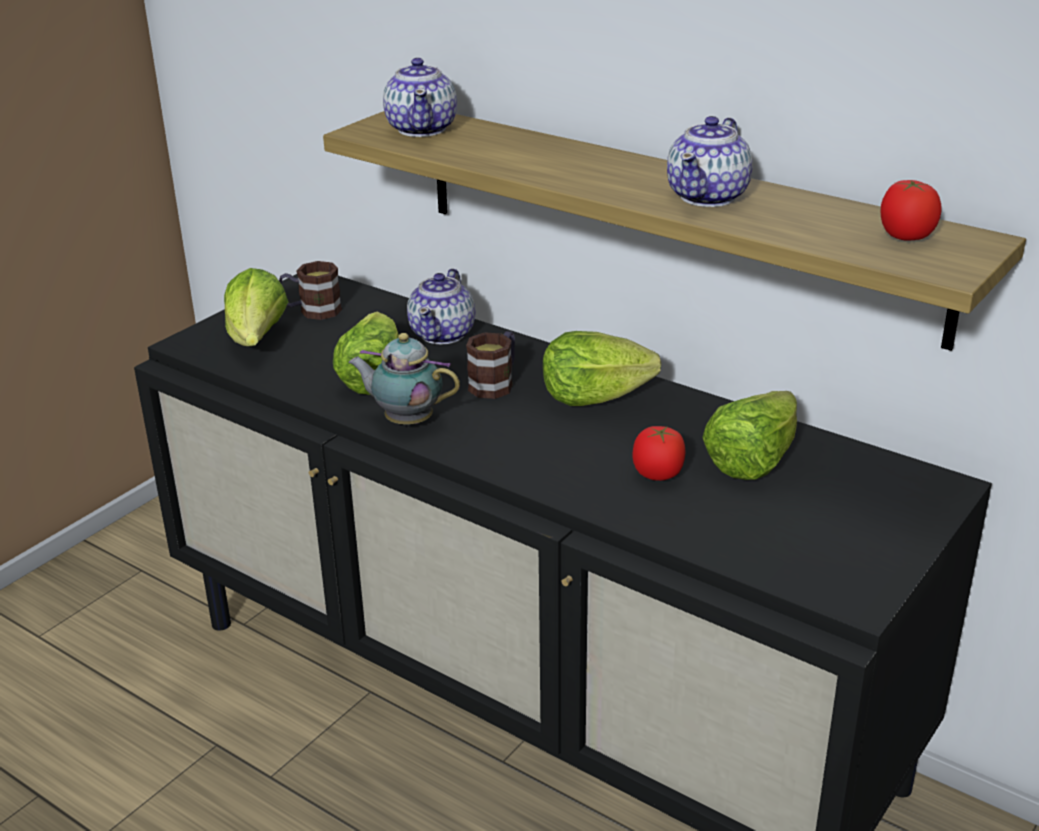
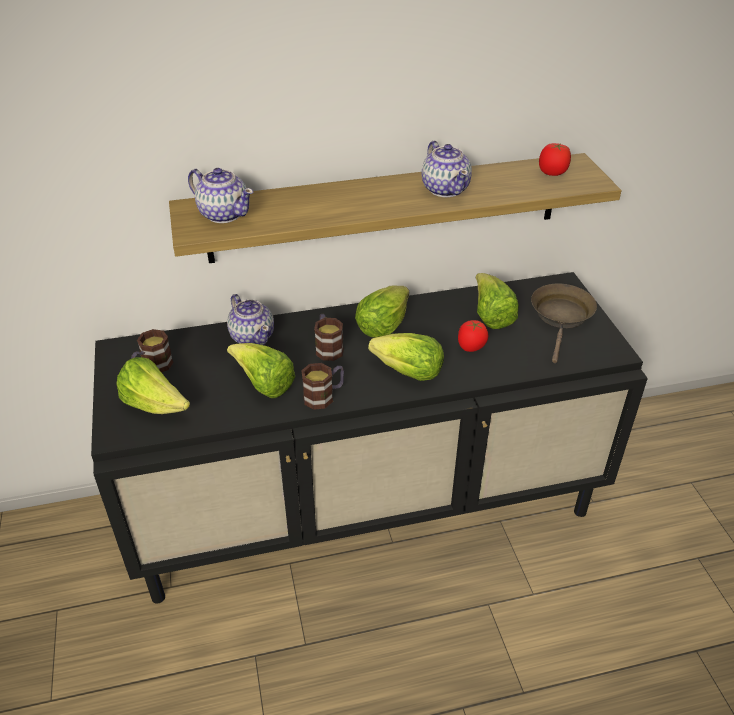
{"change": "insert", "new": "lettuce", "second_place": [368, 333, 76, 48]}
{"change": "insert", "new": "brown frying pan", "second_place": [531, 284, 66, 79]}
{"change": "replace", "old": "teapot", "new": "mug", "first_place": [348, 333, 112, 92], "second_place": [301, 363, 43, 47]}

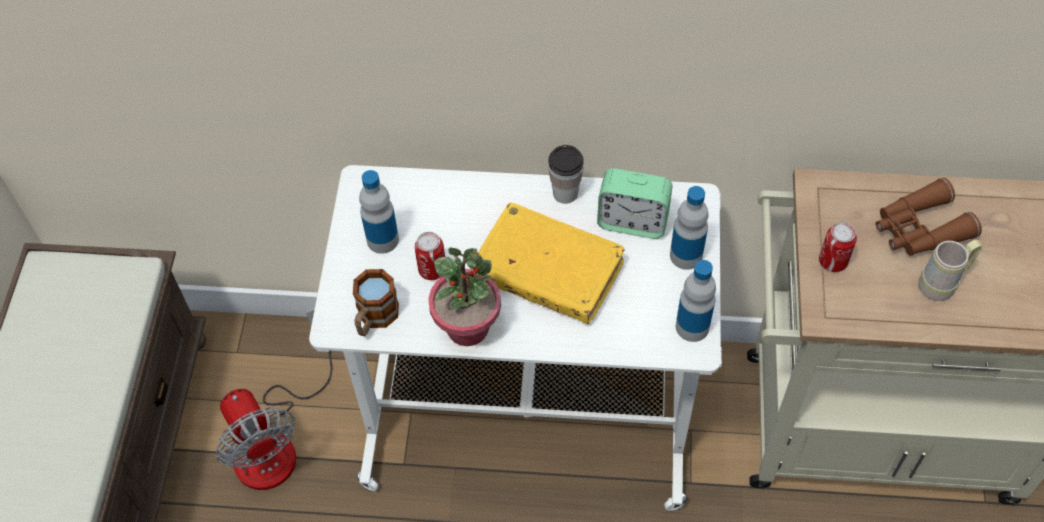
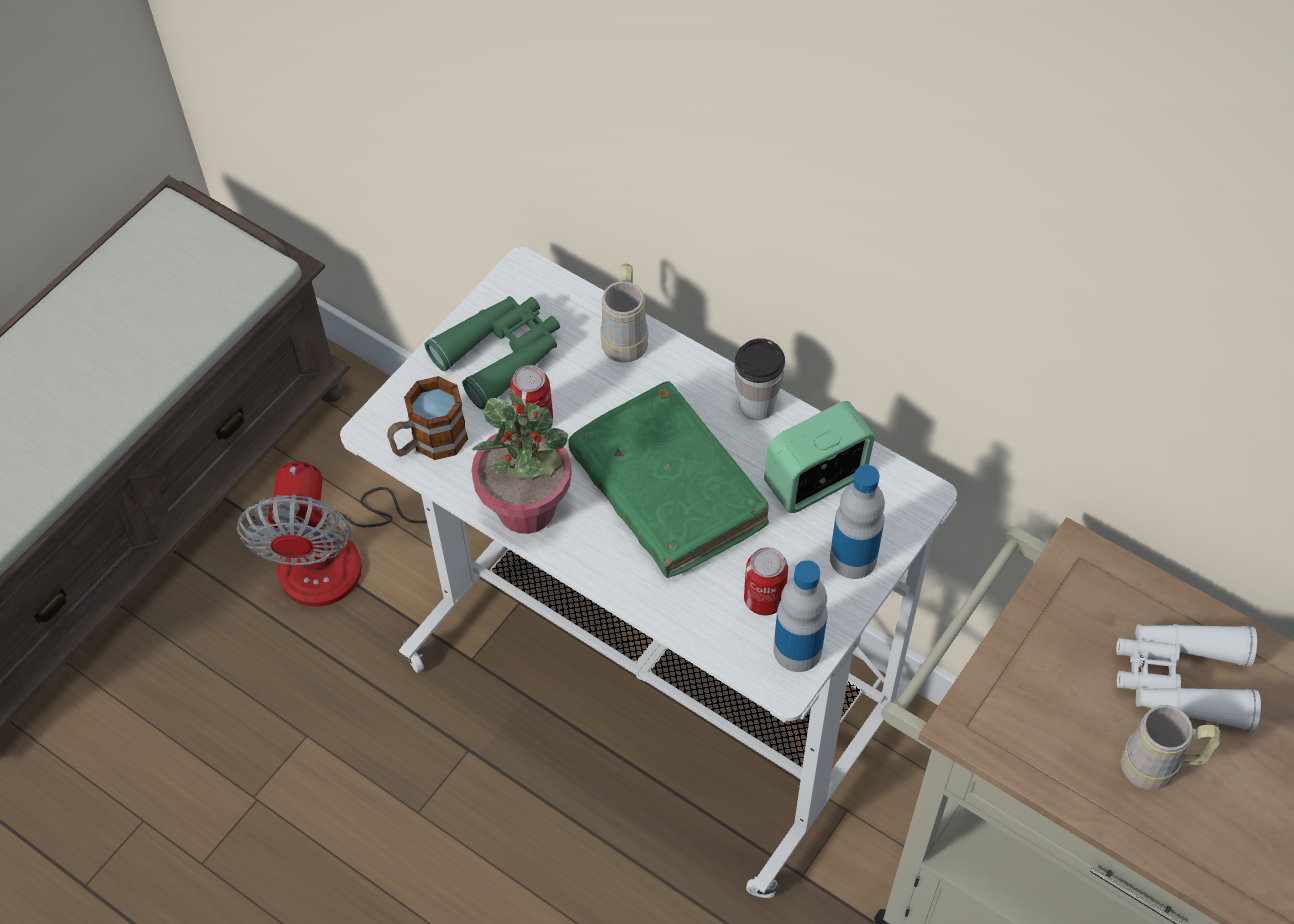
{"change": "insert", "new": "beige mug", "second_place": [600, 264, 49, 99]}
{"change": "move", "old": "can", "first_place": [819, 222, 38, 50], "second_place": [744, 547, 44, 68]}
{"change": "replace", "old": "bottle", "new": "green binoculars", "first_place": [359, 170, 40, 84], "second_place": [424, 296, 136, 114]}
{"change": "recolor", "old": "yellow book", "new": "green book", "first_place": [472, 202, 152, 122], "second_place": [568, 381, 201, 197]}
{"change": "recolor", "old": "brown binoculars", "new": "white binoculars", "first_place": [876, 178, 106, 78], "second_place": [1116, 624, 145, 107]}
{"change": "rotate", "old": "alarm clock", "first_place": [597, 168, 76, 71], "second_place": [764, 401, 111, 112], "degrees": 105}

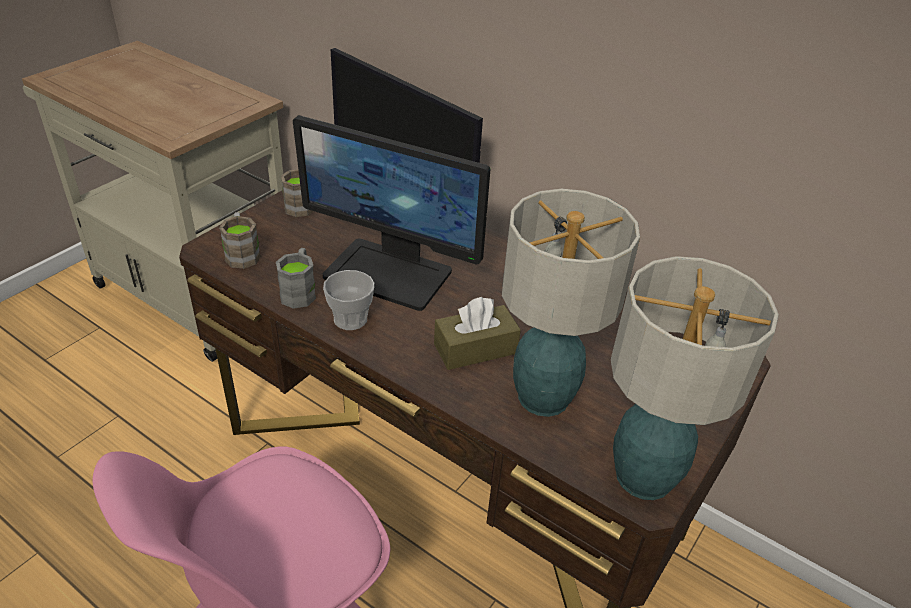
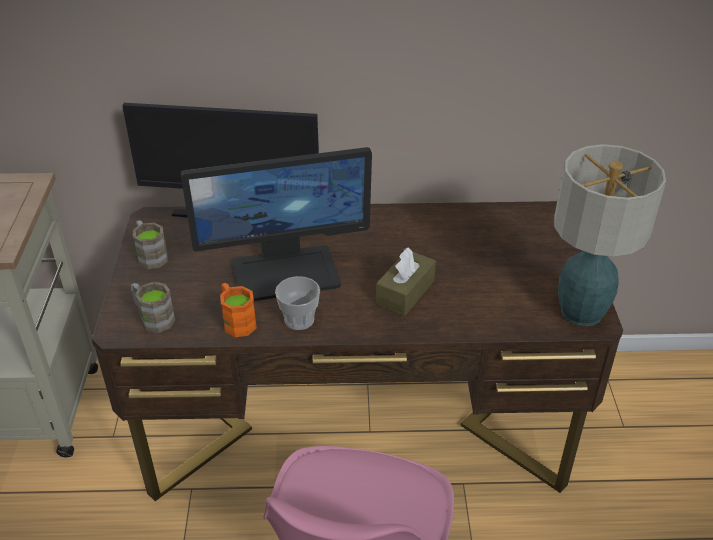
{"change": "delete", "old": "table lamp", "first_place": [502, 189, 138, 228]}
{"change": "recolor", "old": "grey mug", "new": "orange mug", "first_place": [276, 248, 40, 61], "second_place": [220, 283, 37, 54]}

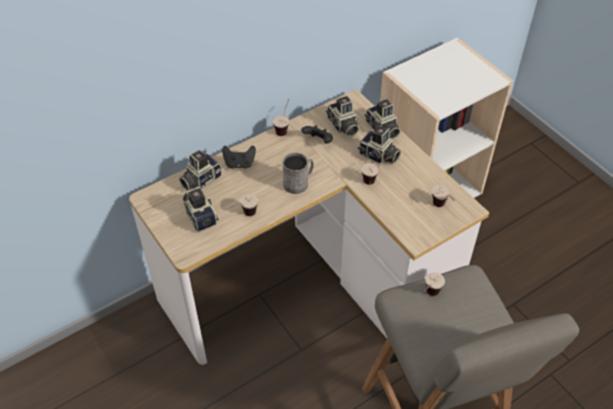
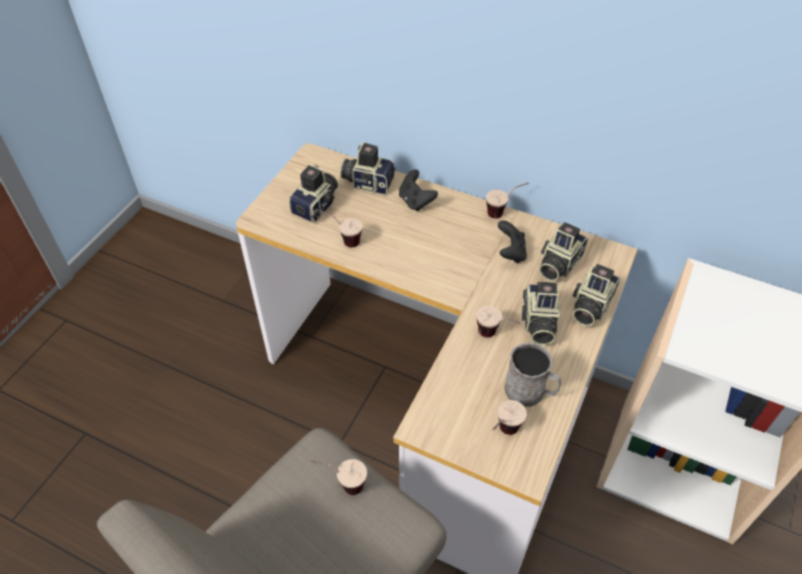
{"change": "move", "old": "grey mug", "first_place": [282, 152, 32, 42], "second_place": [504, 343, 57, 64]}

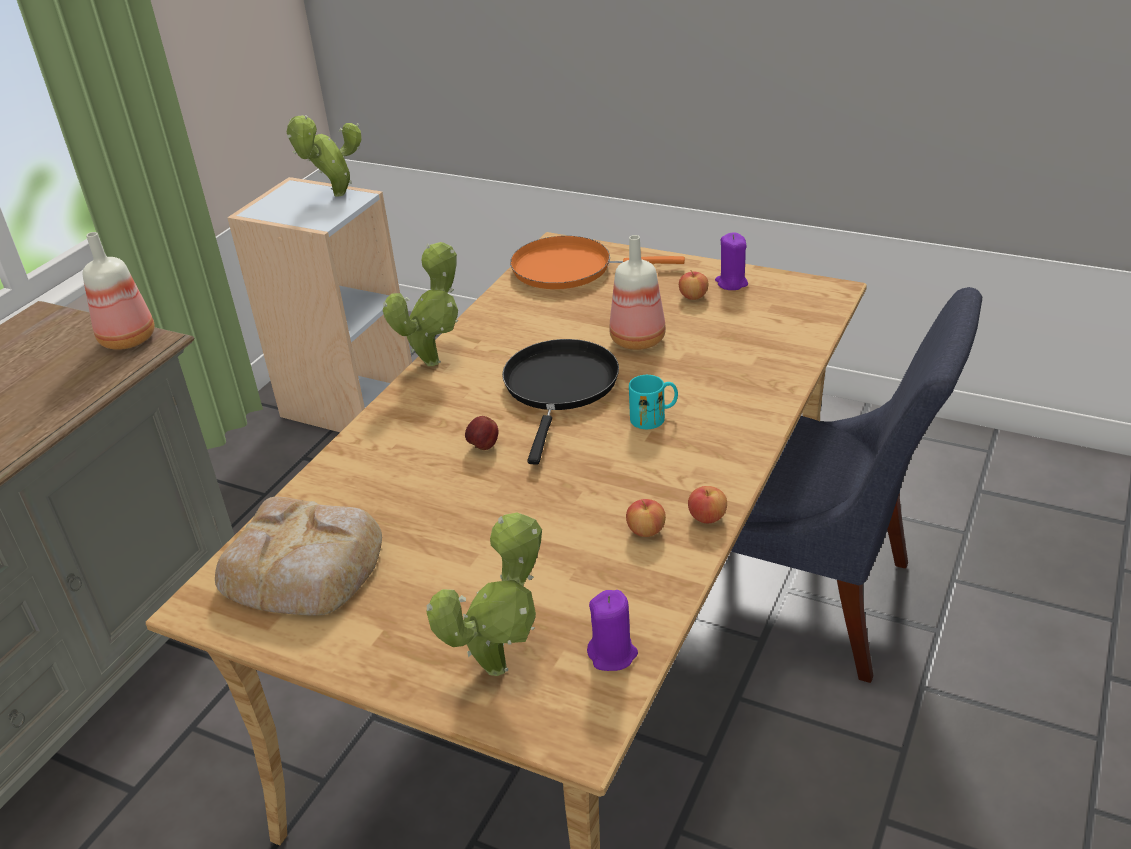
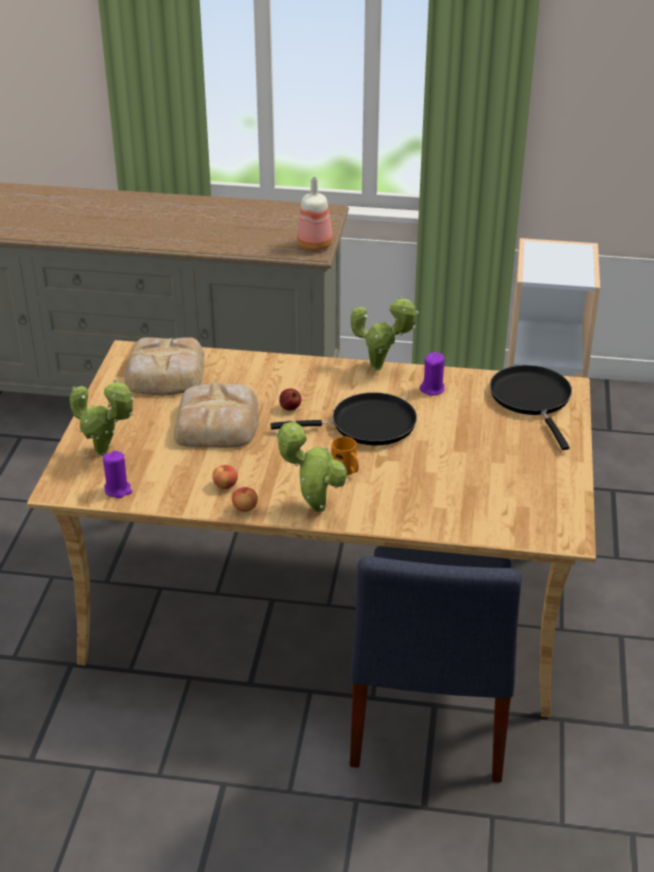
{"change": "delete", "old": "bottle", "first_place": [609, 235, 57, 115]}
{"change": "delete", "old": "apple", "first_place": [679, 271, 29, 29]}
{"change": "insert", "new": "bread", "second_place": [174, 382, 85, 65]}
{"change": "move", "old": "potted plant", "first_place": [286, 115, 76, 82], "second_place": [275, 420, 72, 92]}
{"change": "move", "old": "purple candle", "first_place": [715, 233, 33, 57], "second_place": [420, 352, 25, 44]}
{"change": "recolor", "old": "orange frying pan", "new": "black frying pan", "first_place": [510, 236, 175, 53], "second_place": [490, 365, 82, 85]}
{"change": "recolor", "old": "turquoise mug", "new": "orange mug", "first_place": [629, 375, 49, 54], "second_place": [331, 436, 28, 39]}

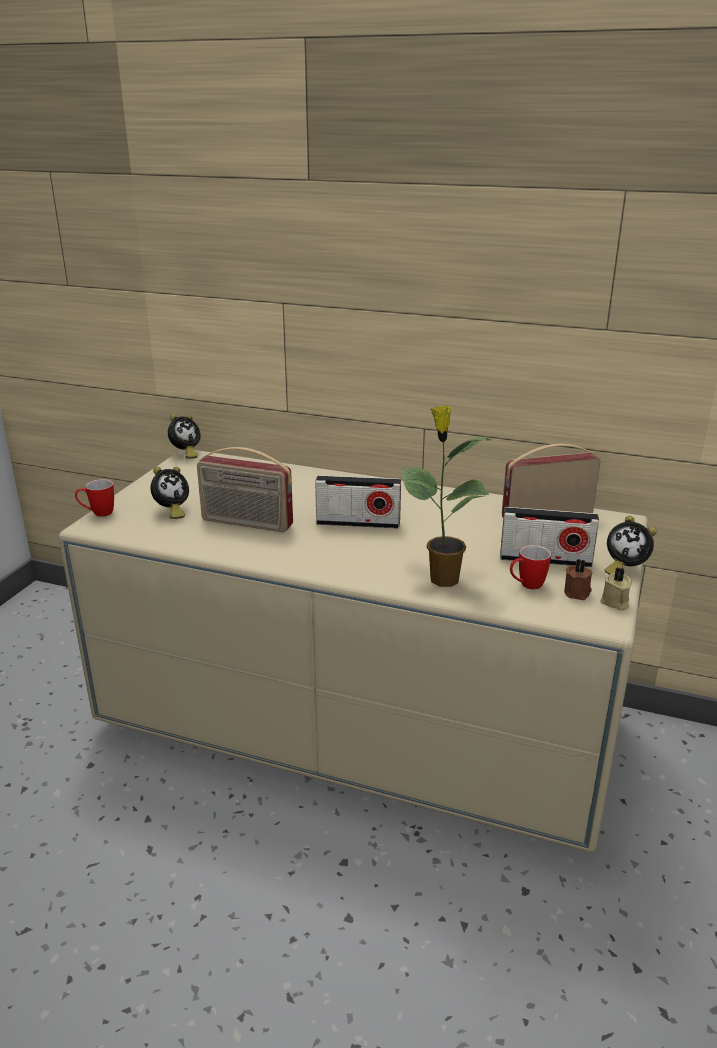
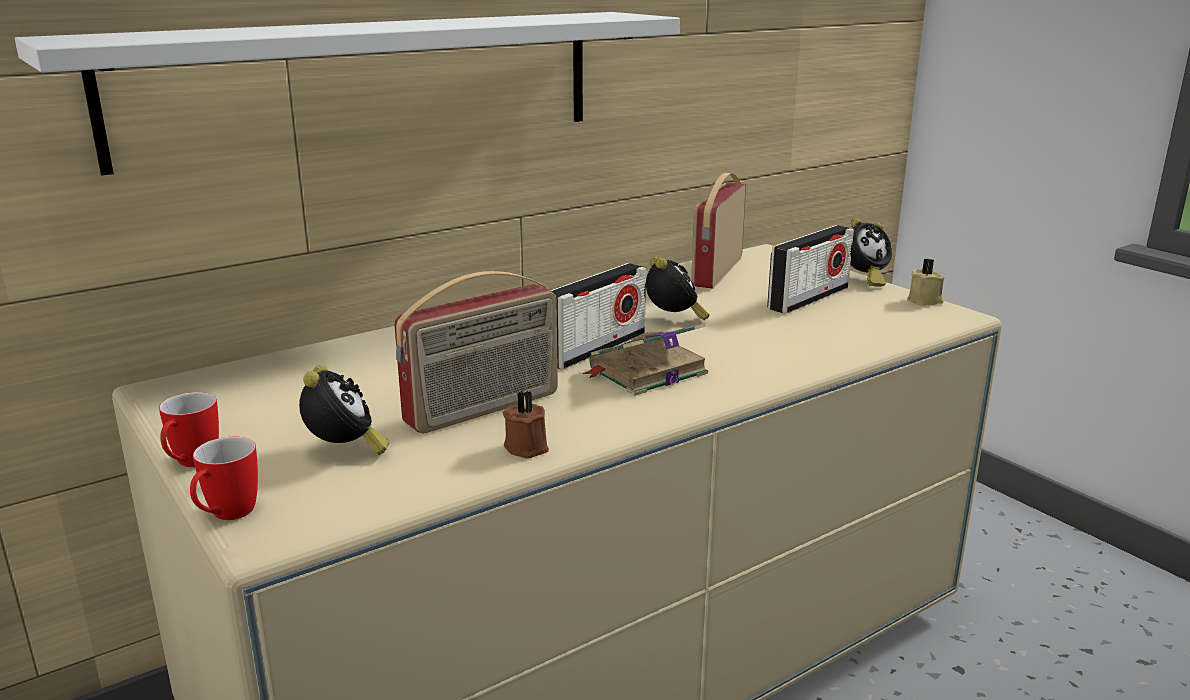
{"change": "delete", "old": "potted plant", "first_place": [402, 406, 88, 181]}
{"change": "insert", "new": "white shelf", "second_place": [15, 12, 665, 163]}
{"change": "insert", "new": "book", "second_place": [583, 323, 125, 73]}
{"change": "move", "old": "alarm clock", "first_place": [168, 414, 33, 45], "second_place": [646, 257, 64, 63]}
{"change": "move", "old": "mug", "first_place": [510, 545, 41, 44], "second_place": [159, 392, 60, 75]}
{"change": "move", "old": "brown candle", "first_place": [564, 559, 29, 41], "second_place": [503, 391, 46, 68]}

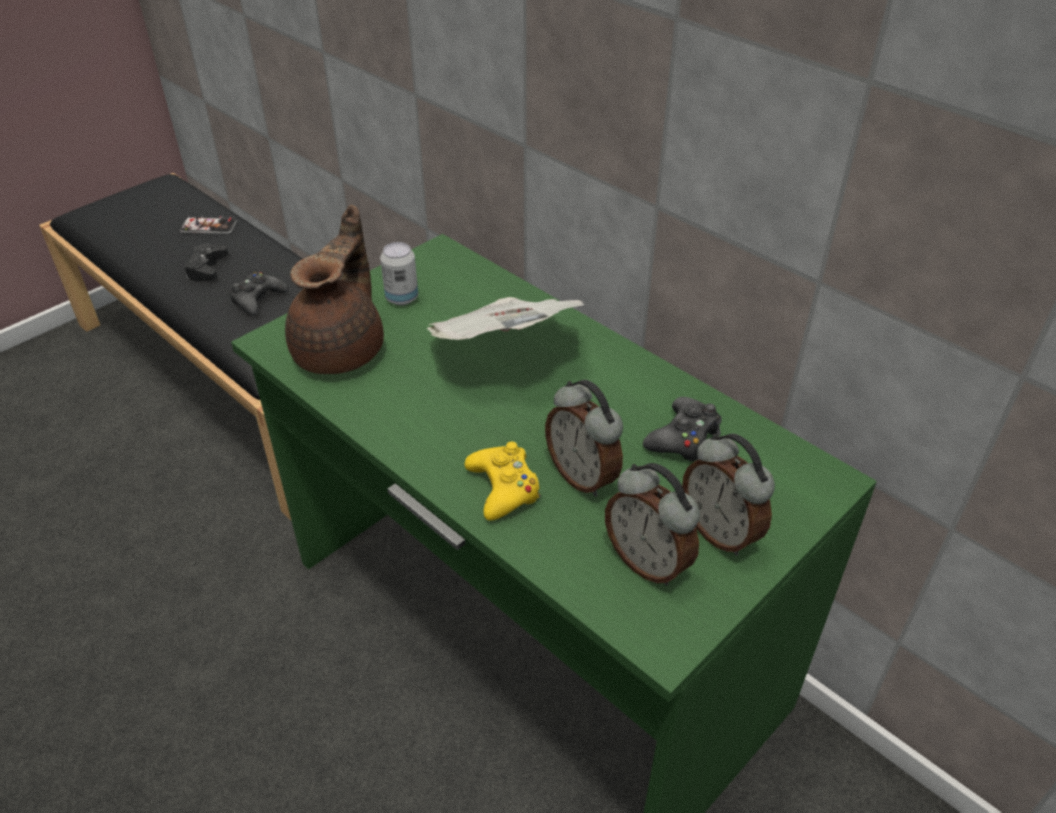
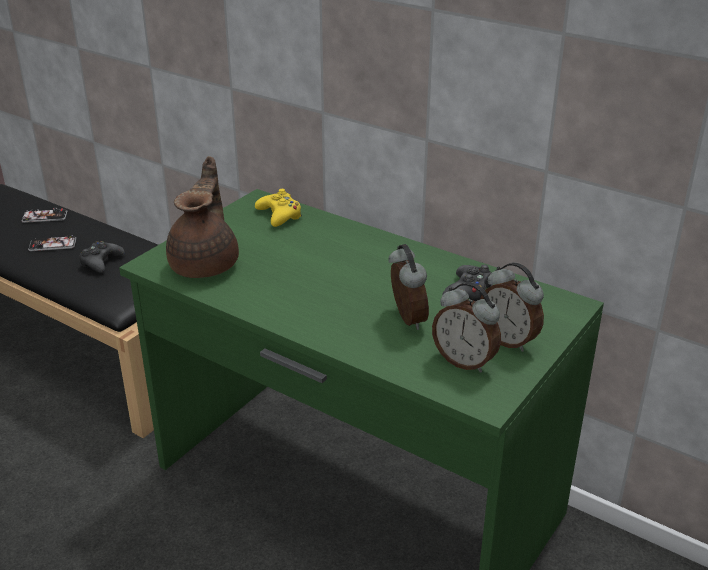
{"change": "delete", "old": "can", "first_place": [380, 242, 38, 63]}
{"change": "delete", "old": "newspaper", "first_place": [427, 297, 158, 43]}
{"change": "move", "old": "yellow game controller", "first_place": [464, 441, 77, 80], "second_place": [255, 189, 47, 38]}
{"change": "replace", "old": "black game controller", "new": "phone", "first_place": [184, 243, 44, 38], "second_place": [28, 235, 48, 16]}
{"change": "rotate", "old": "alarm clock", "first_place": [545, 380, 78, 117], "second_place": [389, 244, 40, 86], "degrees": -150}

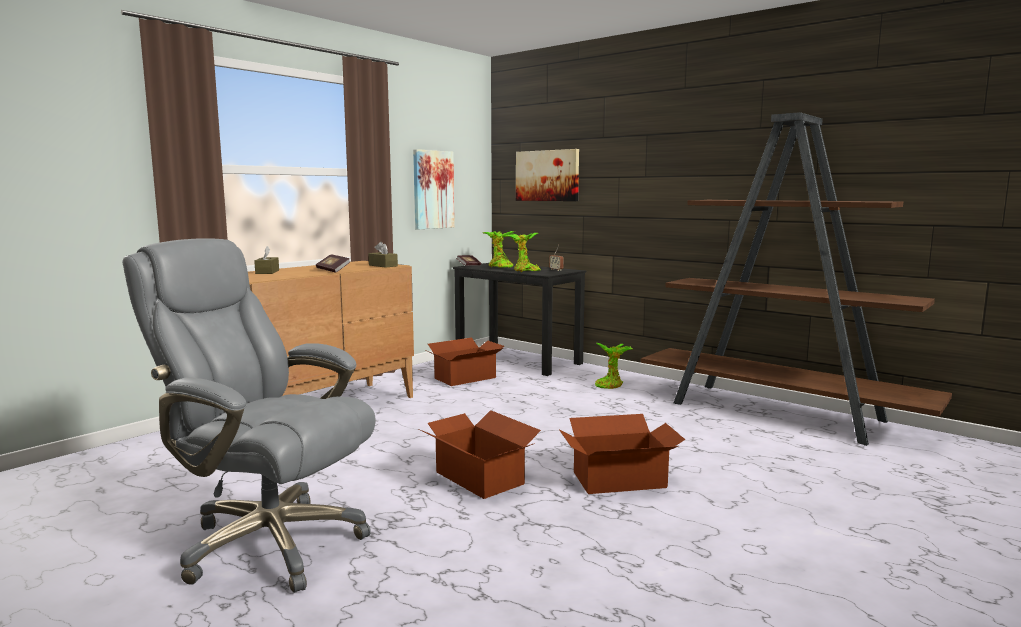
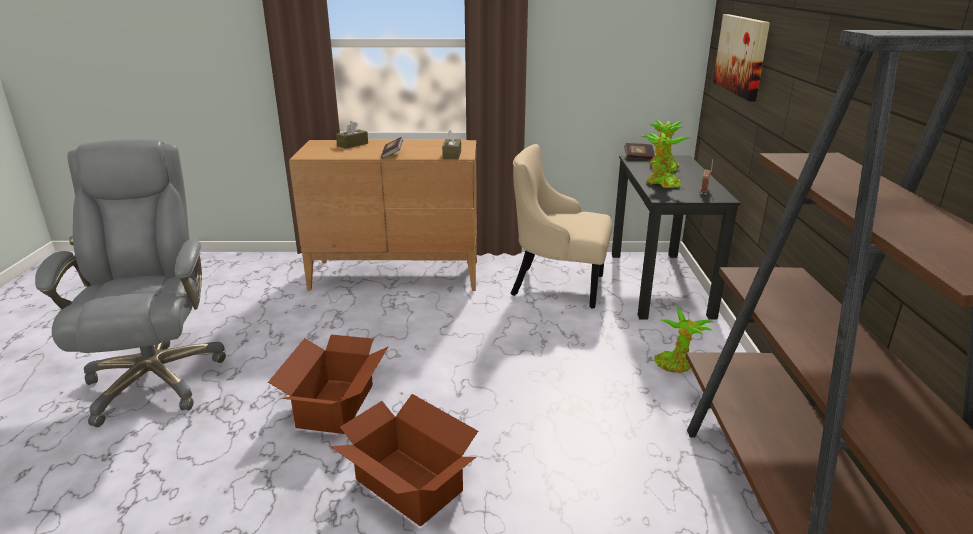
{"change": "delete", "old": "picture", "first_place": [413, 149, 42, 81]}
{"change": "replace", "old": "cardboard box", "new": "beige chair", "first_place": [428, 337, 76, 49], "second_place": [511, 144, 101, 165]}

